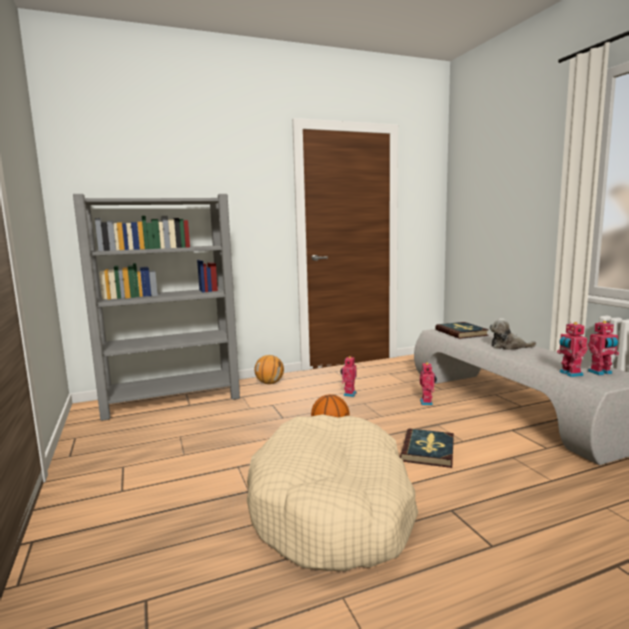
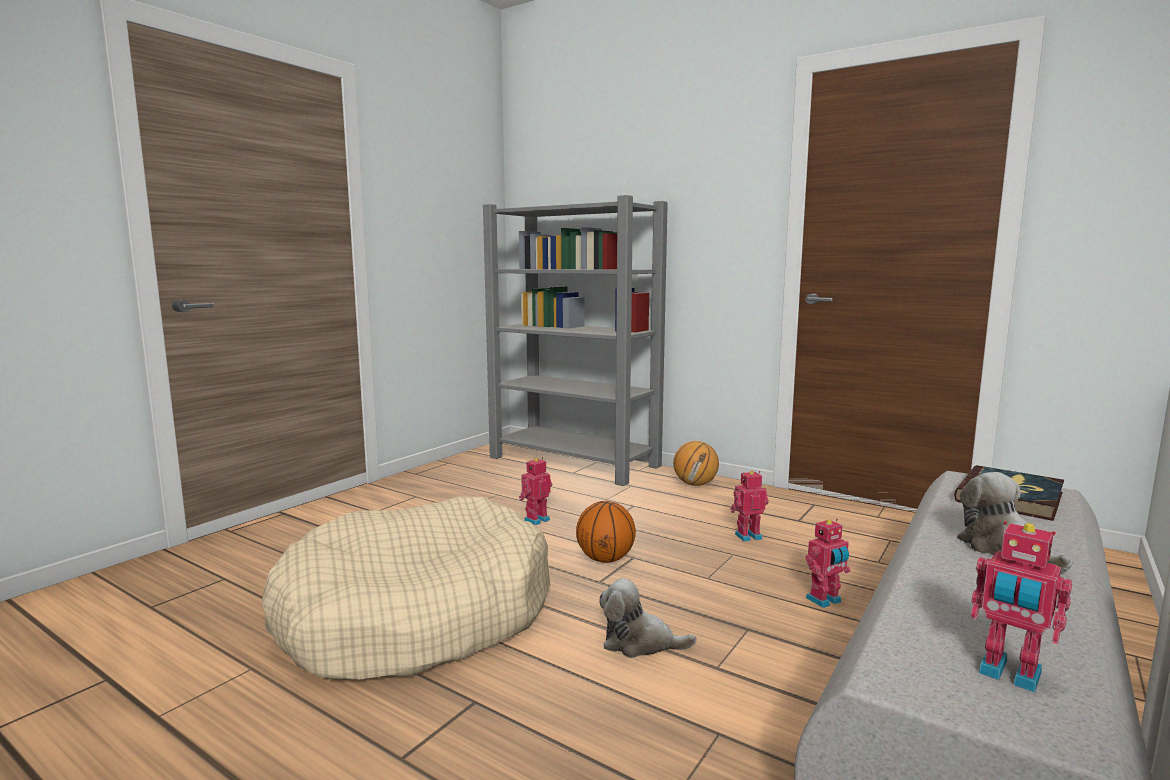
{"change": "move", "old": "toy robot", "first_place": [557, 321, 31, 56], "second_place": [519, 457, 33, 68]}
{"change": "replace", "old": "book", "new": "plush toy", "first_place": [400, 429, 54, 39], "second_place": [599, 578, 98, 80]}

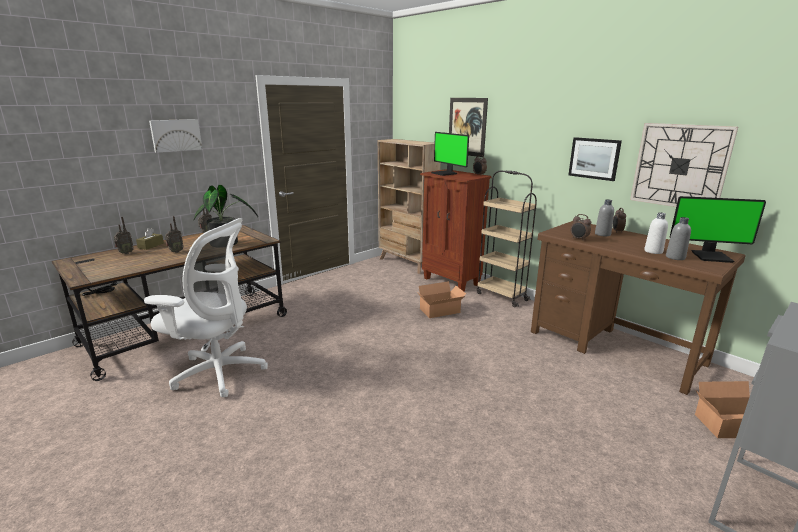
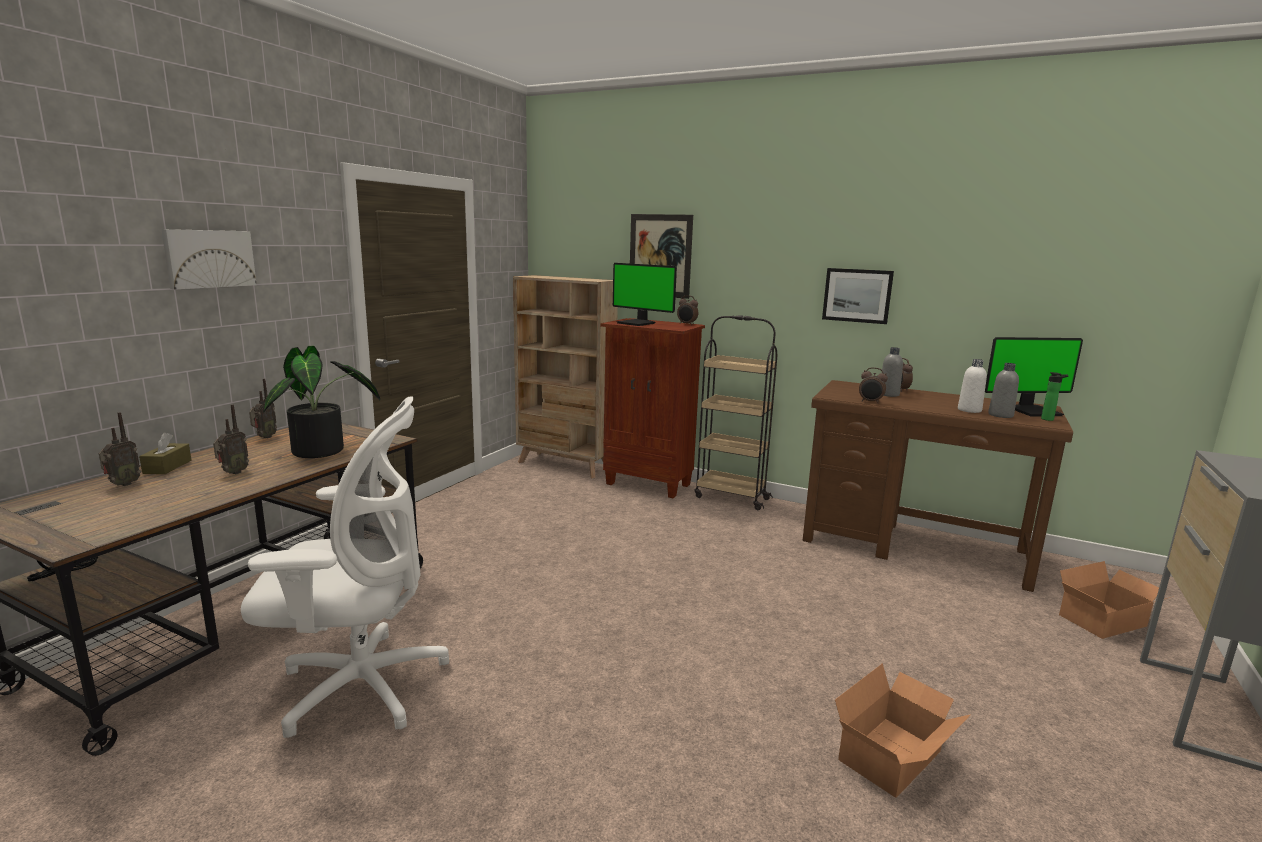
{"change": "delete", "old": "wall clock", "first_place": [630, 123, 108, 84]}
{"change": "insert", "new": "bottle", "second_place": [1041, 372, 28, 49]}
{"change": "move", "old": "cardboard box", "first_place": [417, 281, 49, 37], "second_place": [835, 663, 136, 135]}

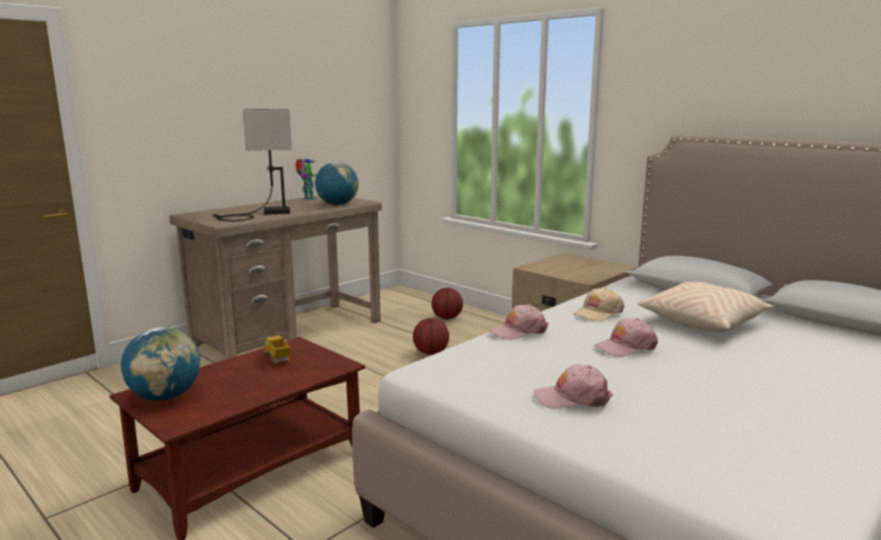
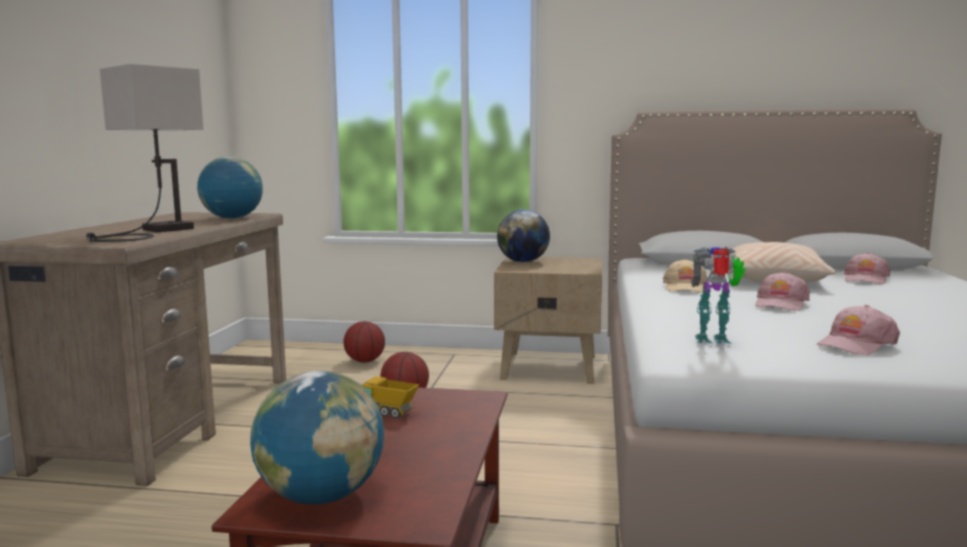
{"change": "insert", "new": "globe", "second_place": [497, 209, 53, 53]}
{"change": "move", "old": "toy robot", "first_place": [295, 159, 23, 42], "second_place": [691, 247, 55, 97]}
{"change": "move", "old": "pink cap", "first_place": [489, 304, 60, 36], "second_place": [844, 252, 46, 32]}

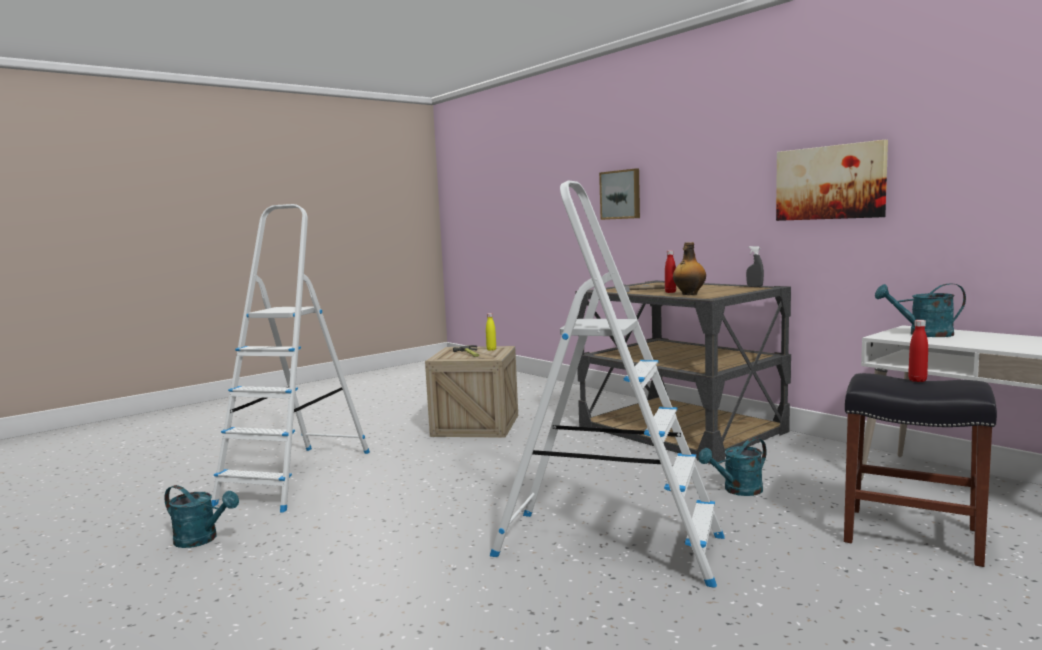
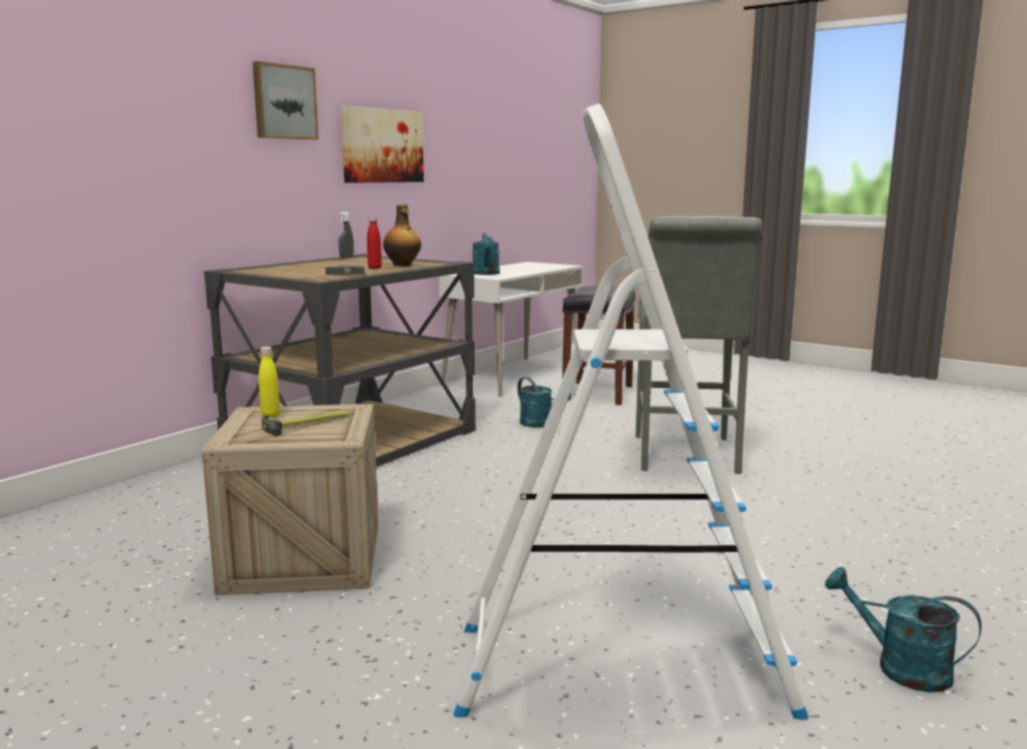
{"change": "delete", "old": "red bottle", "first_place": [908, 320, 20, 62]}
{"change": "move", "old": "picture", "first_place": [599, 169, 41, 51], "second_place": [253, 61, 66, 79]}
{"change": "replace", "old": "white step ladder", "new": "grey stool", "first_place": [490, 181, 235, 406], "second_place": [636, 216, 126, 258]}
{"change": "rotate", "old": "turquoise watering can", "first_place": [164, 485, 75, 63], "second_place": [825, 567, 157, 125], "degrees": -60}

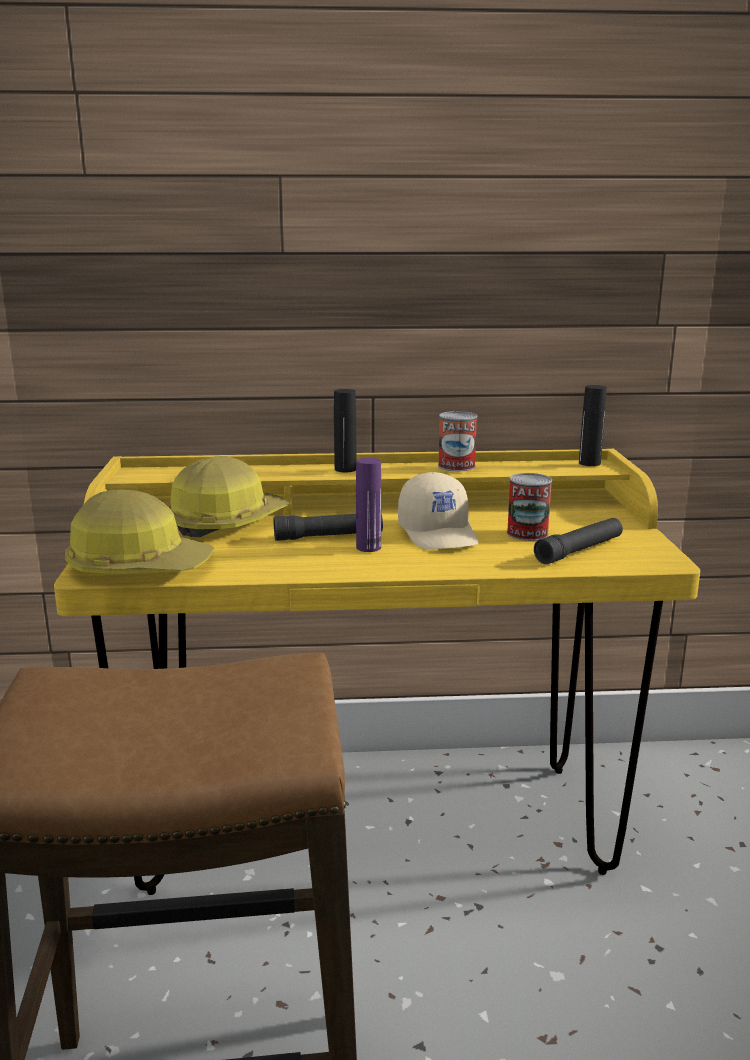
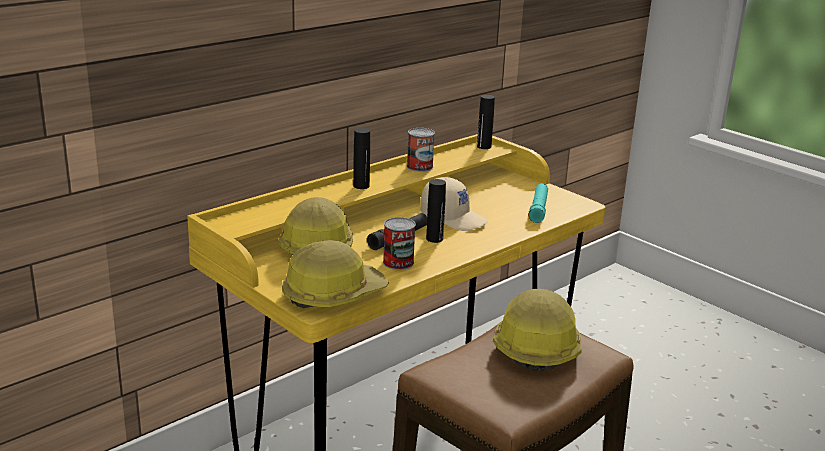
{"change": "insert", "new": "hard hat", "second_place": [493, 289, 89, 82]}
{"change": "move", "old": "can", "first_place": [507, 473, 45, 68], "second_place": [383, 217, 33, 53]}
{"change": "recolor", "old": "purple bottle", "new": "black bottle", "first_place": [356, 457, 25, 95], "second_place": [426, 179, 20, 64]}
{"change": "recolor", "old": "black flashlight", "new": "turquoise flashlight", "first_place": [534, 518, 89, 46], "second_place": [528, 184, 20, 39]}

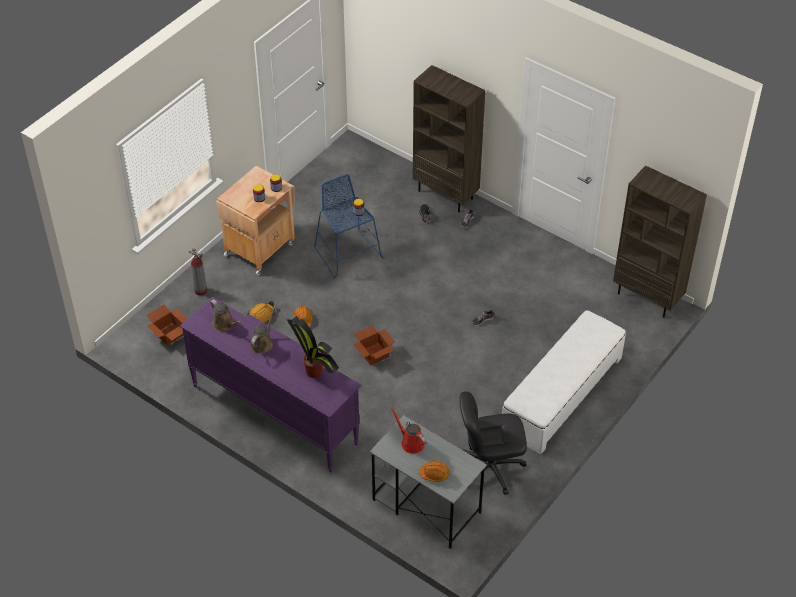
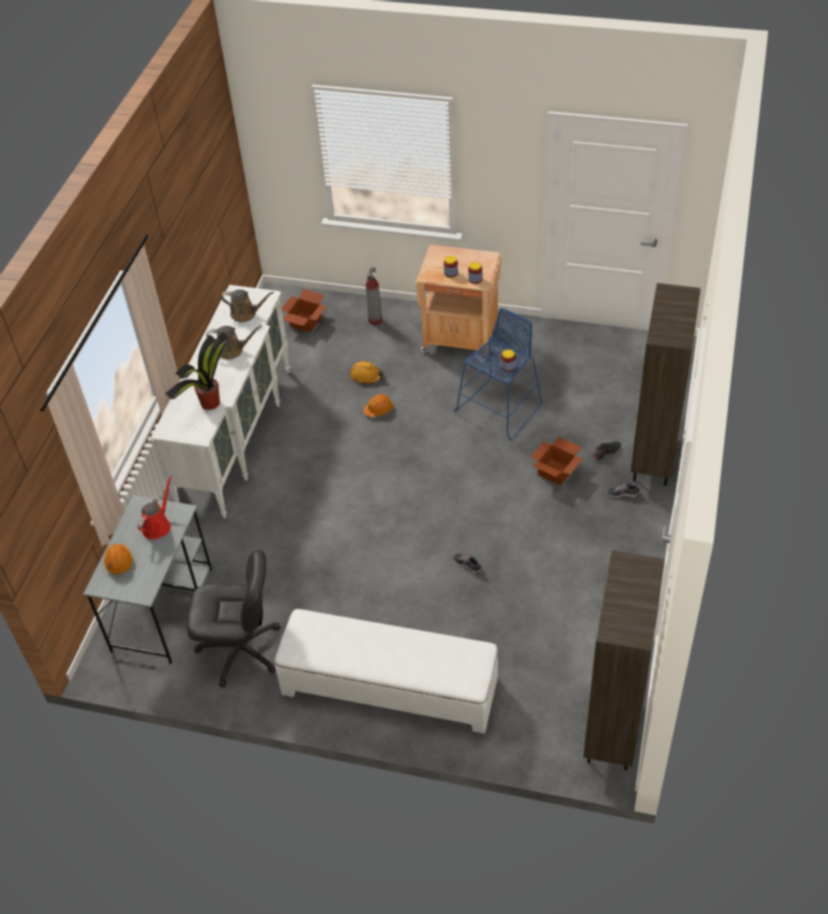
{"change": "move", "old": "cardboard box", "first_place": [353, 325, 42, 40], "second_place": [531, 437, 52, 49]}
{"change": "recolor", "old": "purple cabinet", "new": "white cabinet", "first_place": [180, 297, 181, 176], "second_place": [151, 285, 139, 234]}
{"change": "rotate", "old": "brown watering can", "first_place": [210, 300, 31, 32], "second_place": [221, 289, 53, 33], "degrees": -105}
{"change": "rotate", "old": "black office chair", "first_place": [460, 391, 67, 104], "second_place": [187, 550, 94, 138], "degrees": 120}

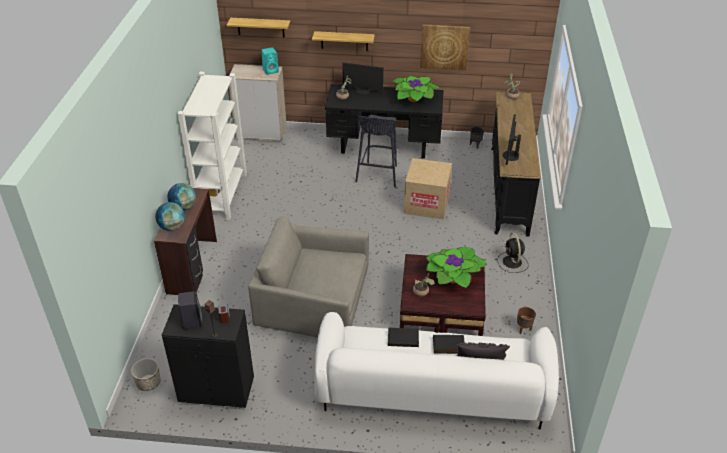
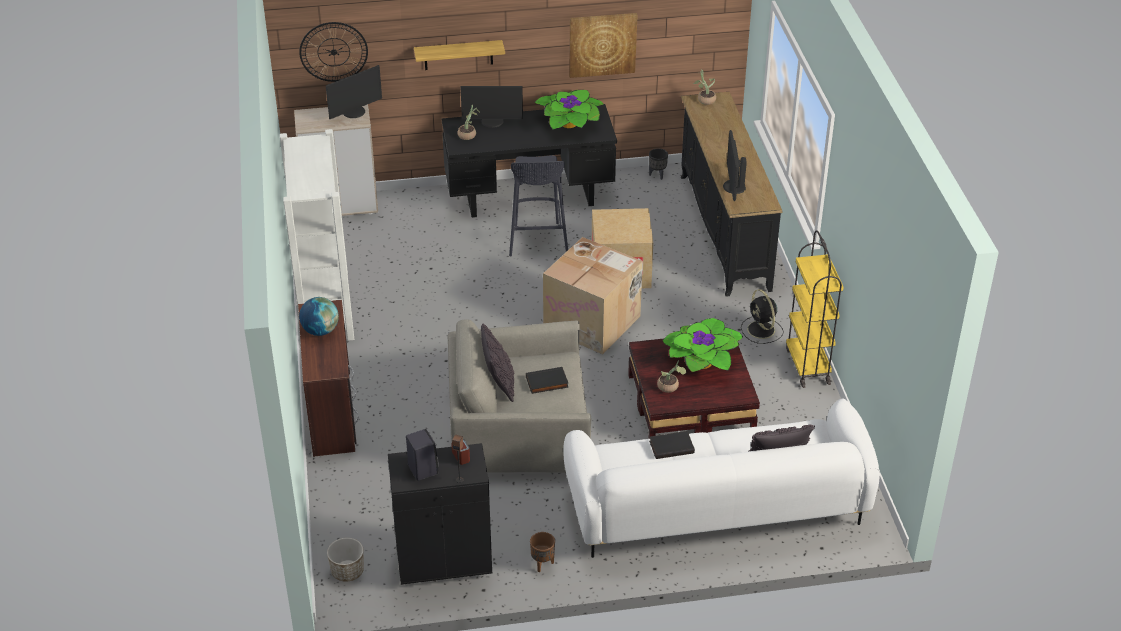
{"change": "delete", "old": "globe", "first_place": [155, 202, 30, 29]}
{"change": "insert", "new": "black pillow", "second_place": [481, 324, 33, 78]}
{"change": "insert", "new": "cardboard box", "second_place": [543, 237, 100, 117]}
{"change": "insert", "new": "yellow cart", "second_place": [786, 231, 58, 157]}
{"change": "move", "old": "black book", "first_place": [433, 335, 31, 19], "second_place": [526, 367, 42, 27]}
{"change": "move", "old": "brown planter", "first_place": [517, 307, 19, 27], "second_place": [530, 532, 25, 40]}
{"change": "replace", "old": "shelf", "new": "wall clock", "first_place": [227, 18, 63, 19], "second_place": [299, 22, 69, 60]}
{"change": "replace", "old": "turquoise speaker", "new": "monitor", "first_place": [261, 47, 18, 28], "second_place": [326, 65, 56, 54]}

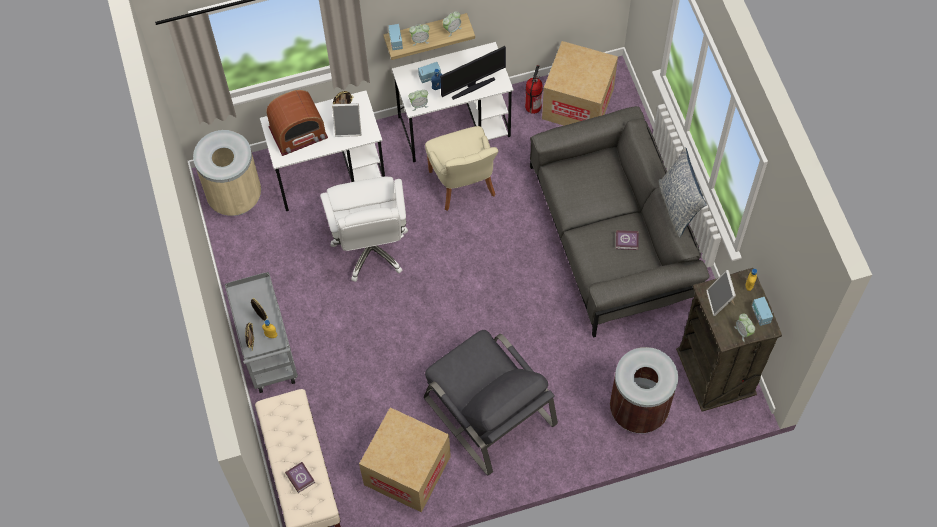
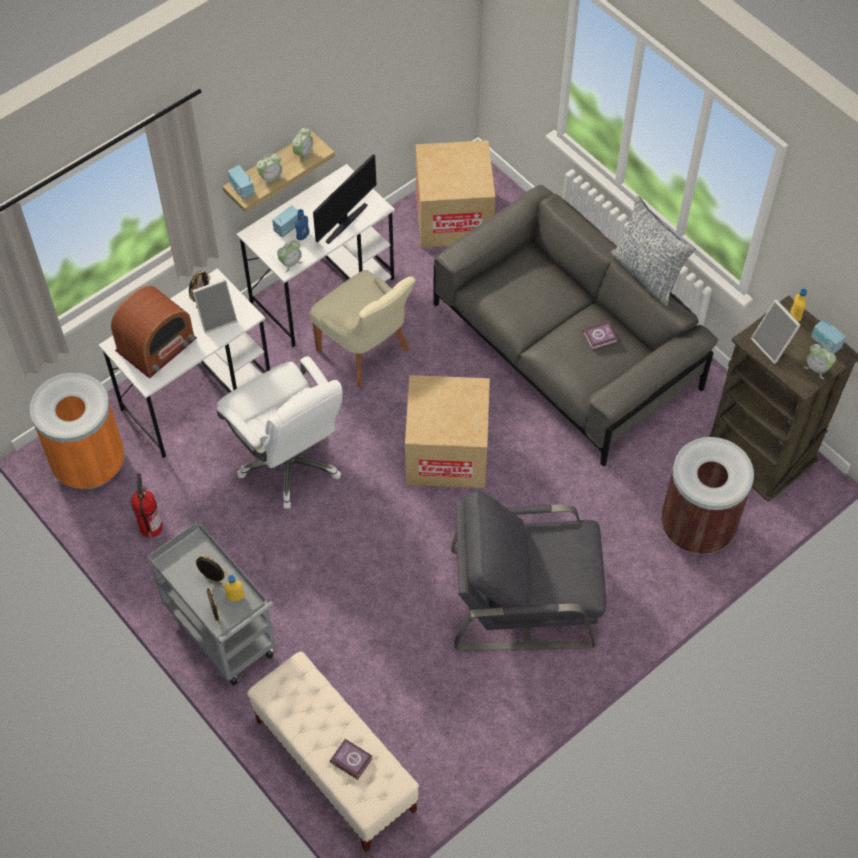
{"change": "move", "old": "cardboard box", "first_place": [359, 407, 92, 106], "second_place": [405, 375, 85, 113]}
{"change": "move", "old": "fire extinguisher", "first_place": [525, 65, 18, 49], "second_place": [131, 473, 31, 65]}
{"change": "recolor", "old": "beige trash can", "new": "orange trash can", "first_place": [193, 130, 68, 86], "second_place": [30, 373, 94, 116]}
{"change": "rotate", "old": "grey armchair", "first_place": [424, 330, 134, 146], "second_place": [451, 490, 155, 161], "degrees": 150}

